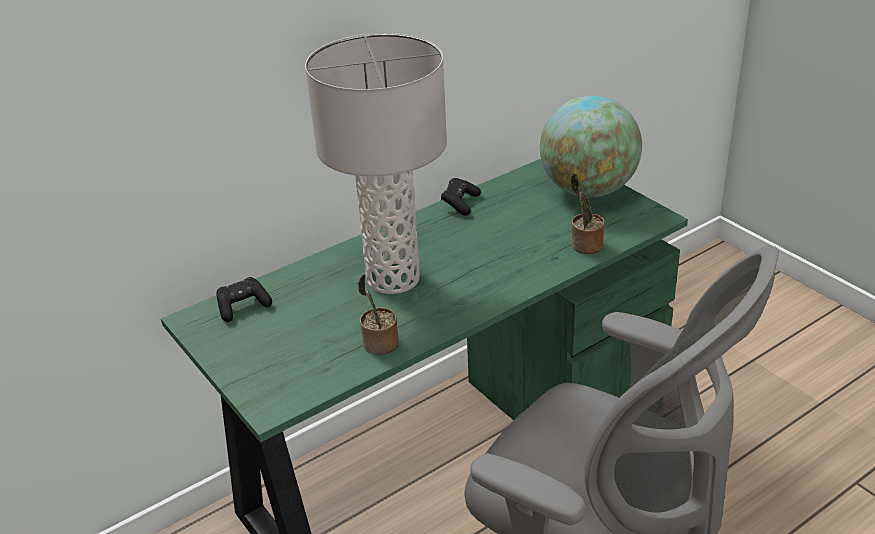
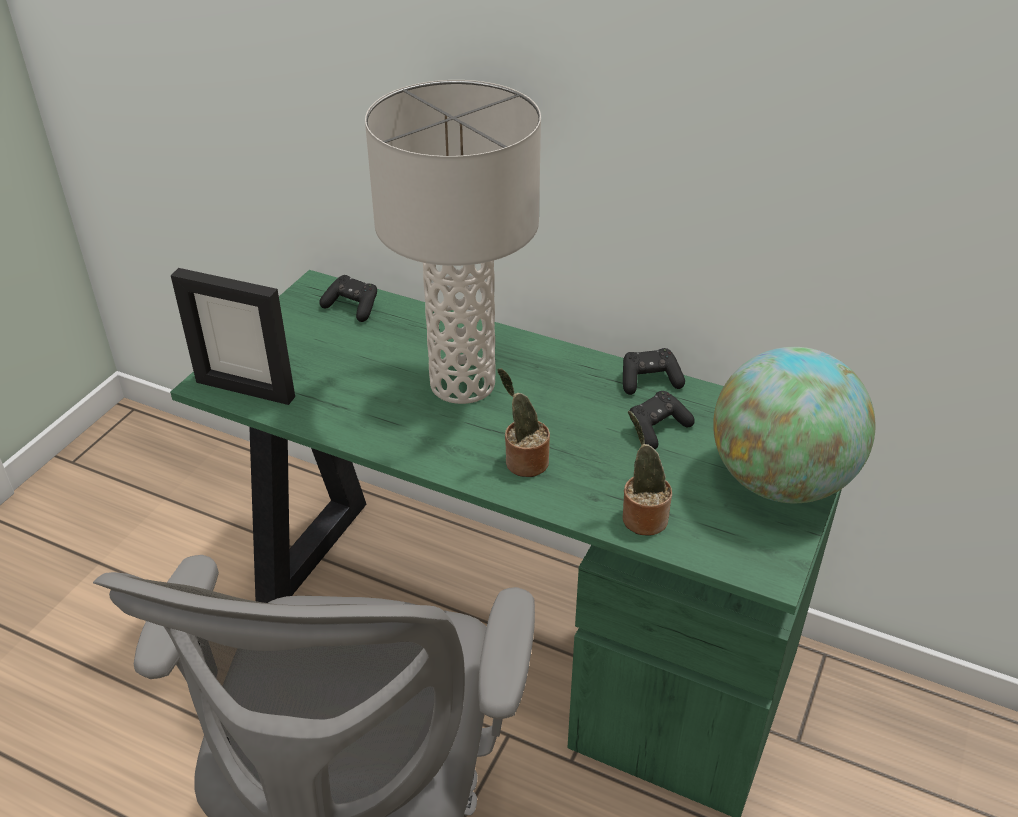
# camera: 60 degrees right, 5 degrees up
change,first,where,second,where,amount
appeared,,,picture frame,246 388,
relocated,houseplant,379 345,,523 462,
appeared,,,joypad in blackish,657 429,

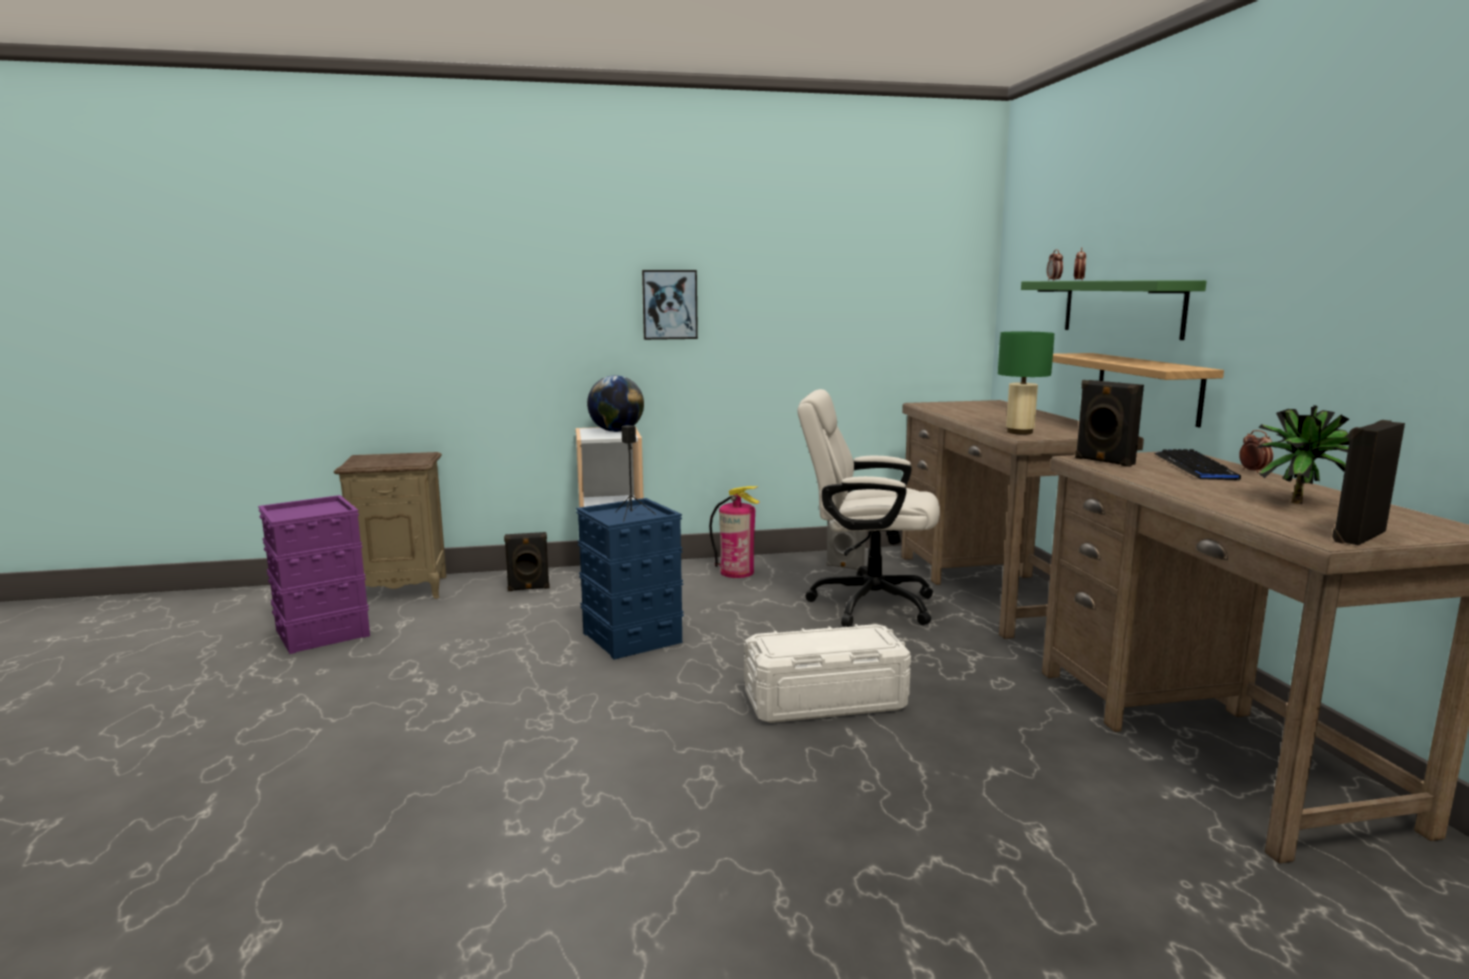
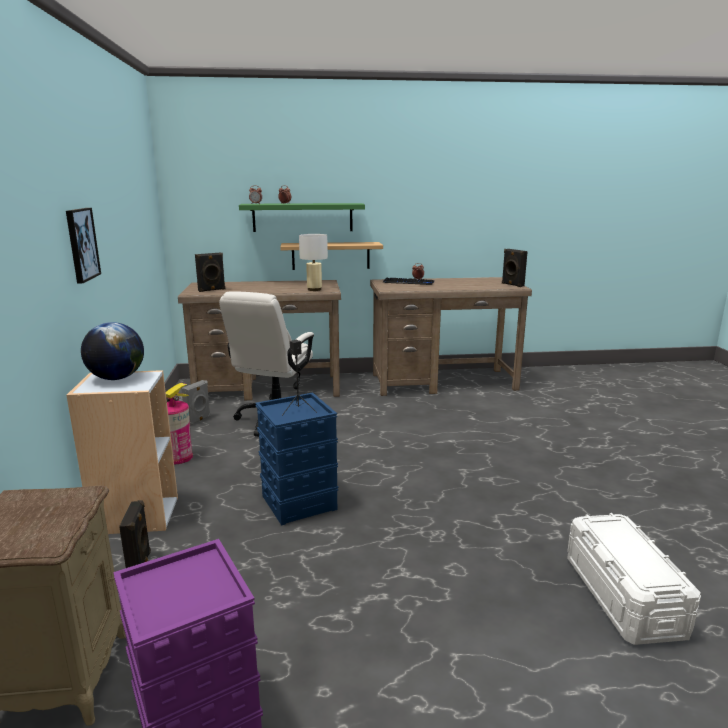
# camera: 85 degrees left, 5 degrees up
change,first,where,second,where,amount
relocated,audio speaker in blackish,1103 461,,212 290,
colour,table lamp in greenish,1019 432,table lamp in white,314 289,
relocated,storage bin in white,824 700,,622 596,
missing,houseplant,1297 502,,,

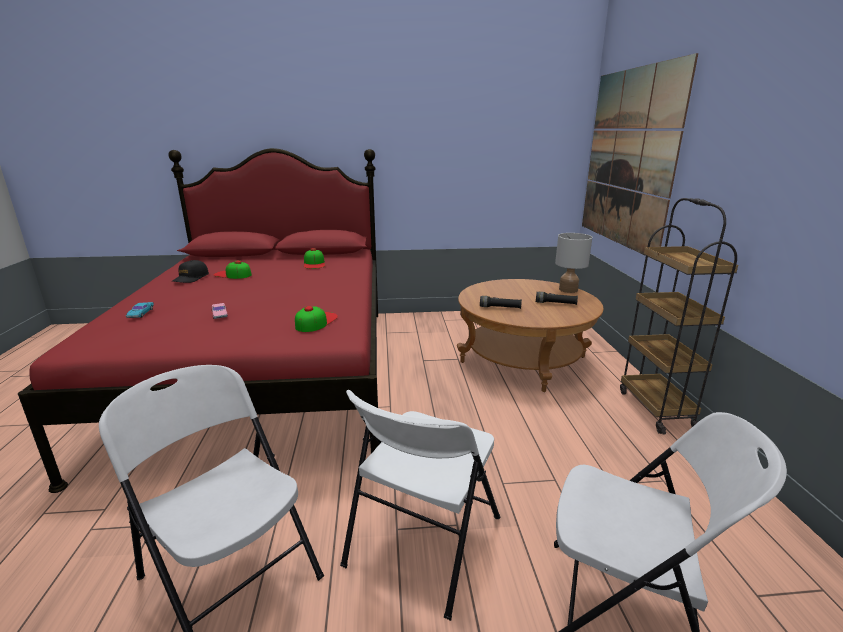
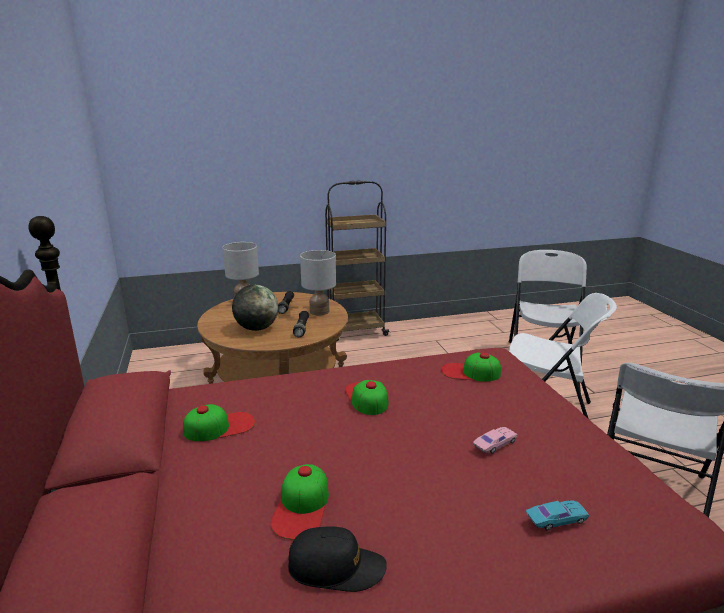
# camera: 100 degrees left, 0 degrees up
change,first,where,second,where,amount
appeared,,,desk globe,256 328,
appeared,,,table lamp in gray,320 311,
appeared,,,cap,366 397,
missing,picture,628 159,,,

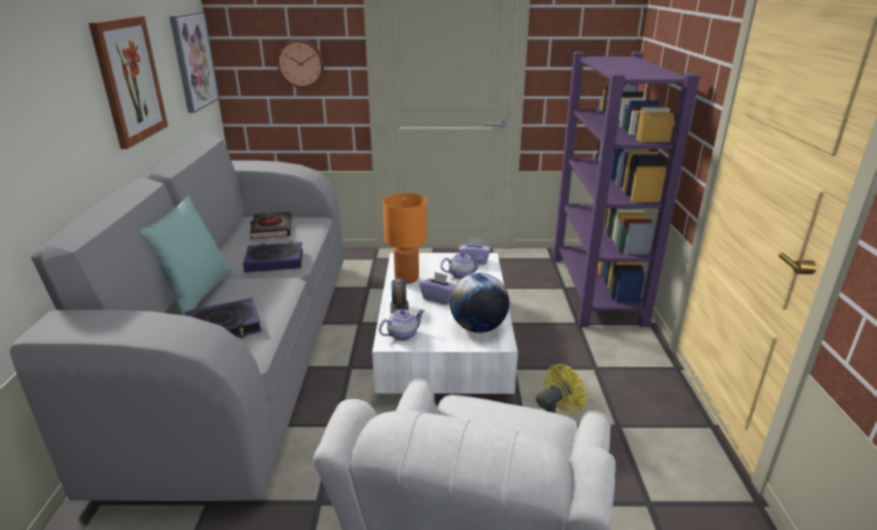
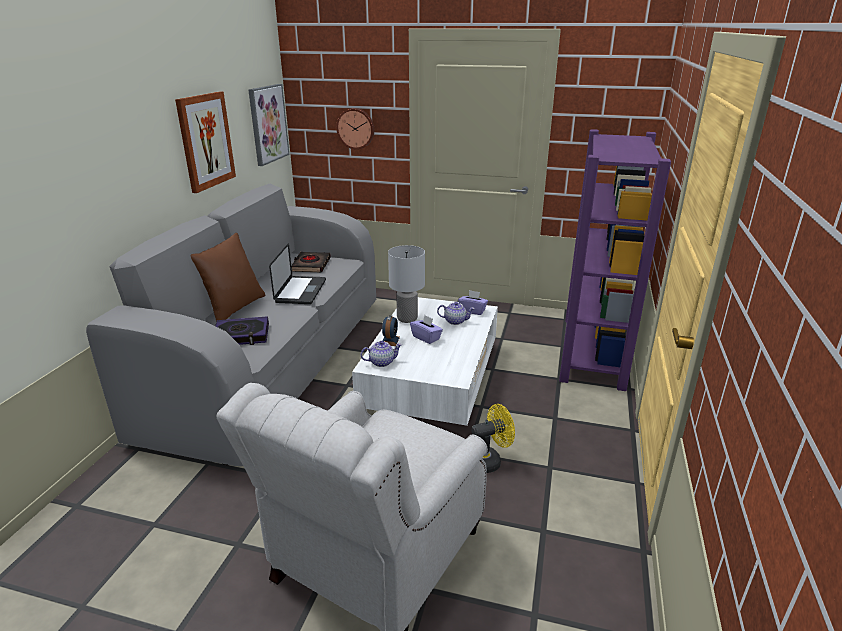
# camera: 15 degrees right, 0 degrees up
change,first,where,second,where,amount
colour,pillow in turquoise,197 293,pillow in brown-coloured,234 308,
exchanged,volume,274 261,portable computer,301 291,
colour,table lamp in orange,407 280,table lamp in gray,407 320,
missing,desk globe,478 327,,,

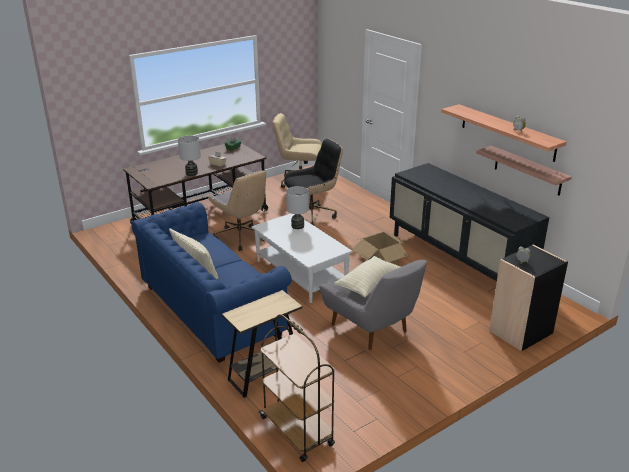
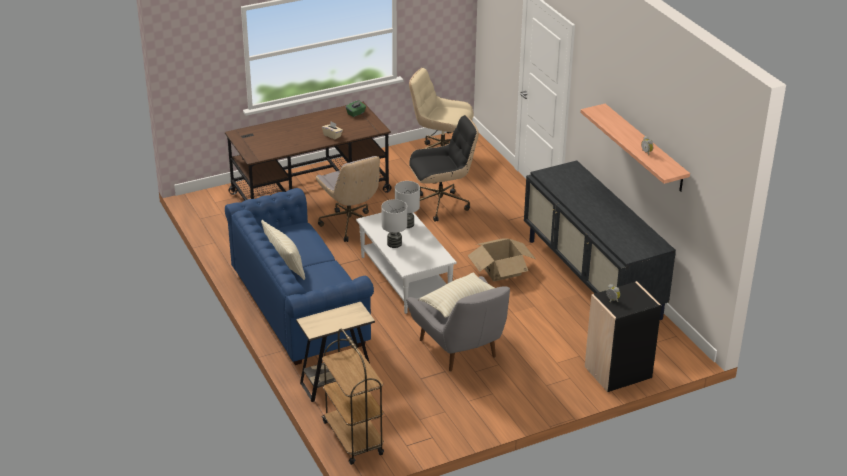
# camera: 10 degrees right, 5 degrees up
change,first,where,second,where,amount
relocated,table lamp in gray,191 173,,394 244,
missing,bracket shelf,527 170,,,

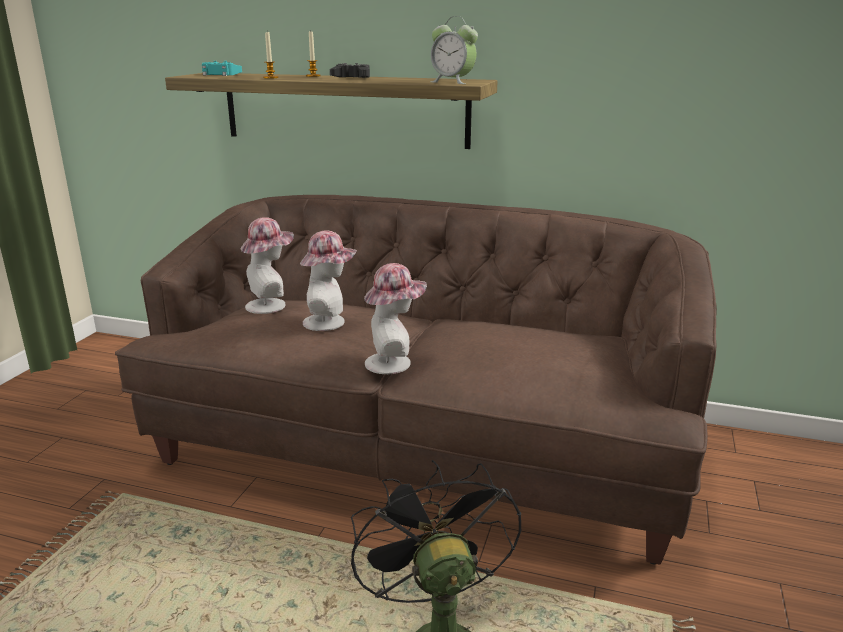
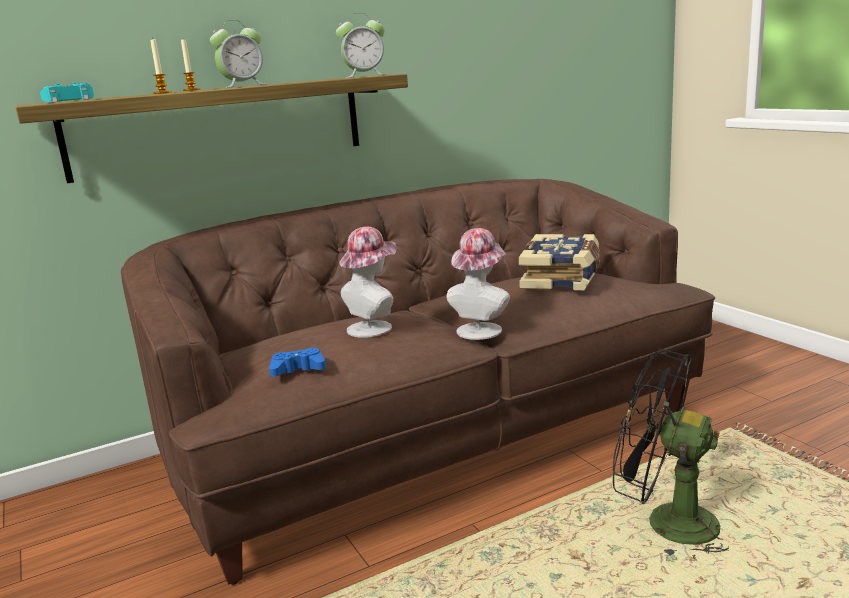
# camera: 45 degrees left, 5 degrees down
change,first,where,second,where,amount
exchanged,joypad in blackish,352 77,table clock,242 86,
appeared,,,joypad in bluish,298 369,
appeared,,,volume,562 278,
missing,wearable hat,271 304,,,

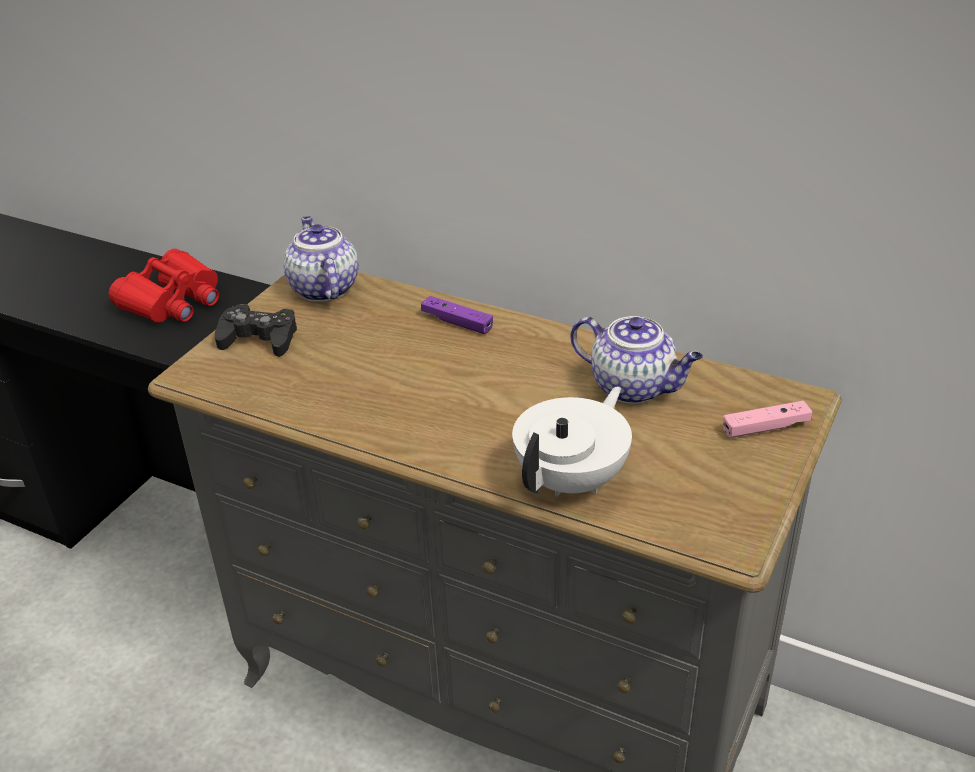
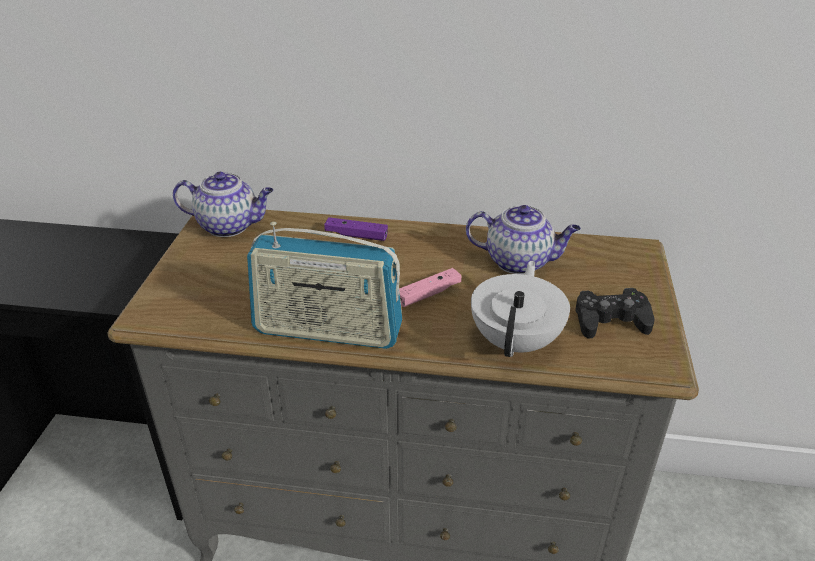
# camera: 20 degrees left, 0 degrees up
change,first,where,second,where,amount
spun,tea pot,323 288,,230 226,135 degrees clockwise
appeared,,,radio,327 330,
relocated,joypad in pink-coloured,765 427,,428 293,
relocated,joypad in blackish,259 339,,610 320,
missing,pair of binoculars in red-coloured,173 301,,,

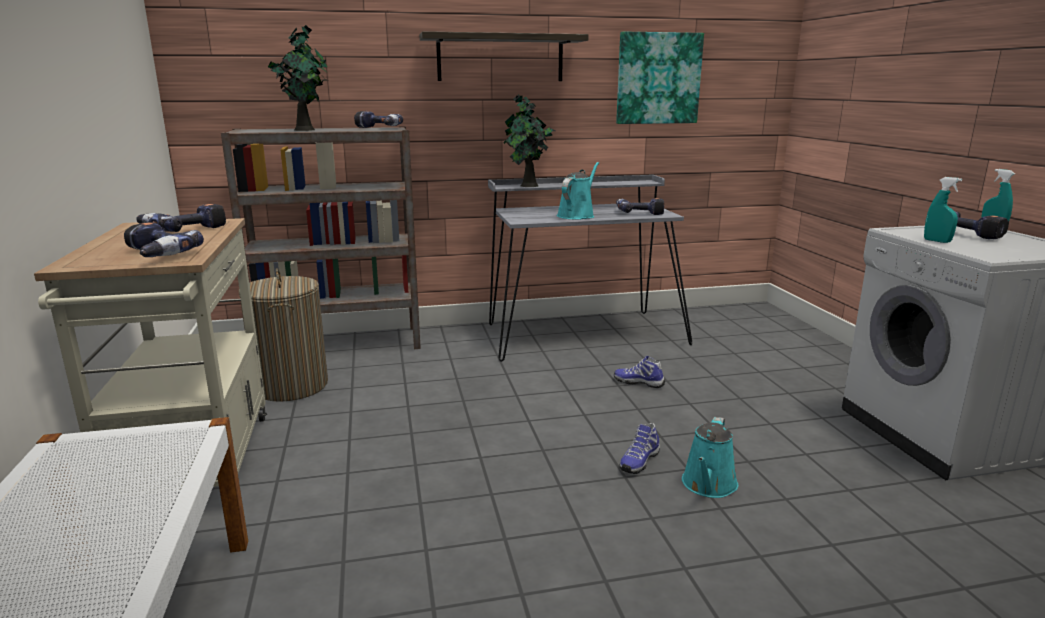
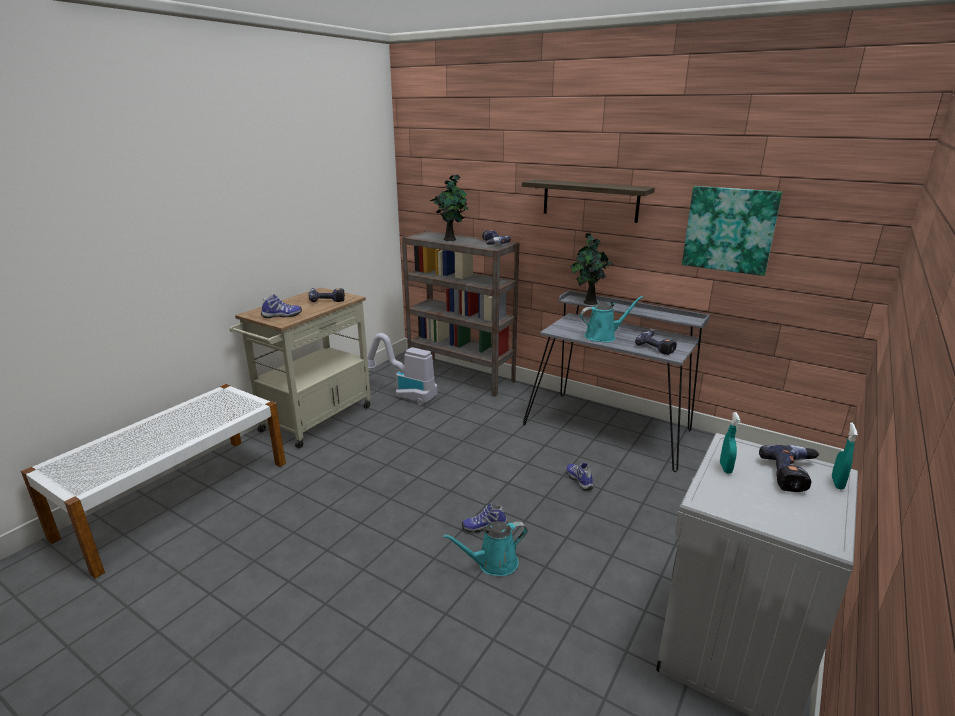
# camera: 45 degrees right, 5 degrees up
change,first,where,second,where,amount
exchanged,electric drill,155 255,low shoe,282 316,
exchanged,washing basket,291 386,vacuum,403 393,

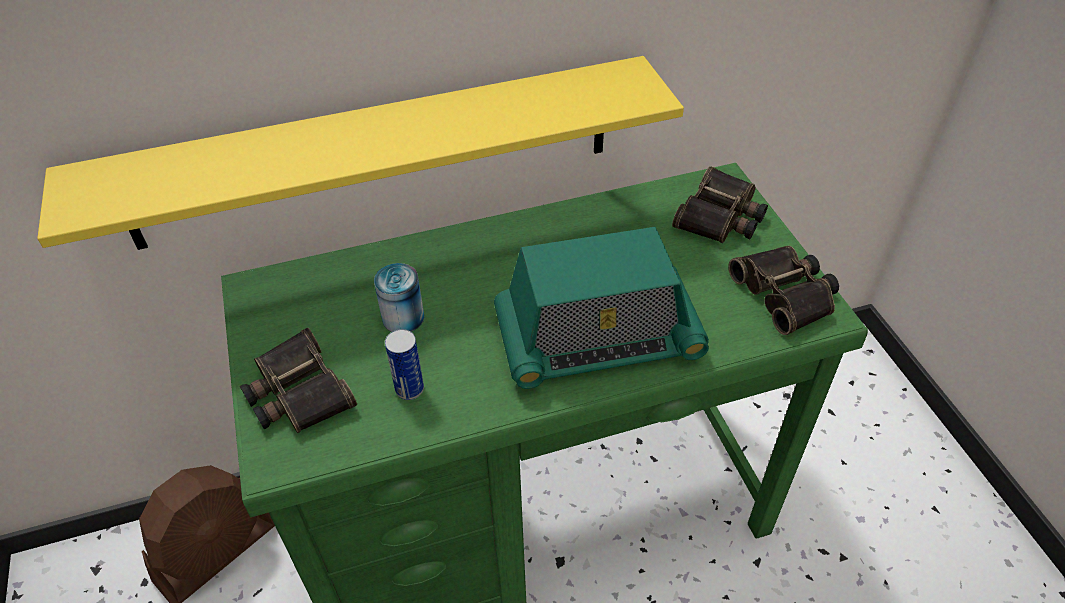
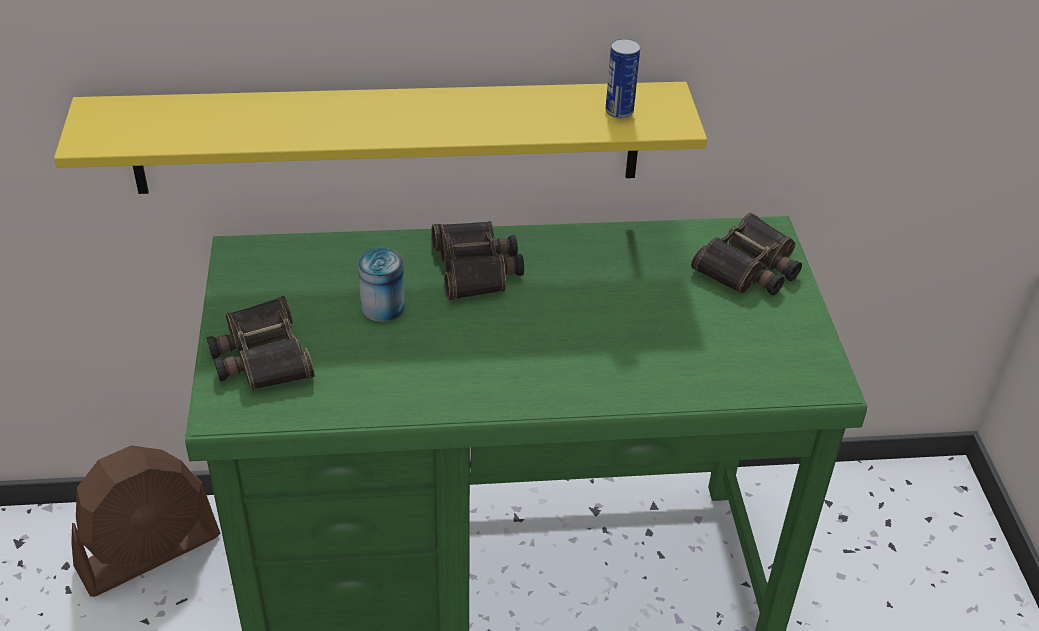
# camera: 10 degrees right, 5 degrees down
change,first,where,second,where,amount
relocated,pair of binoculars,786 294,,477 268,
relocated,metal can,409 389,,619 111,
missing,radio,597 338,,,

